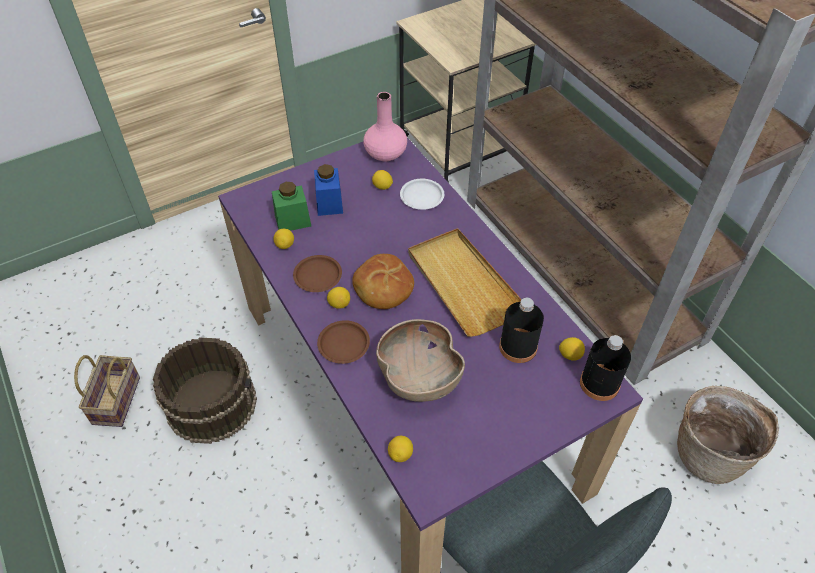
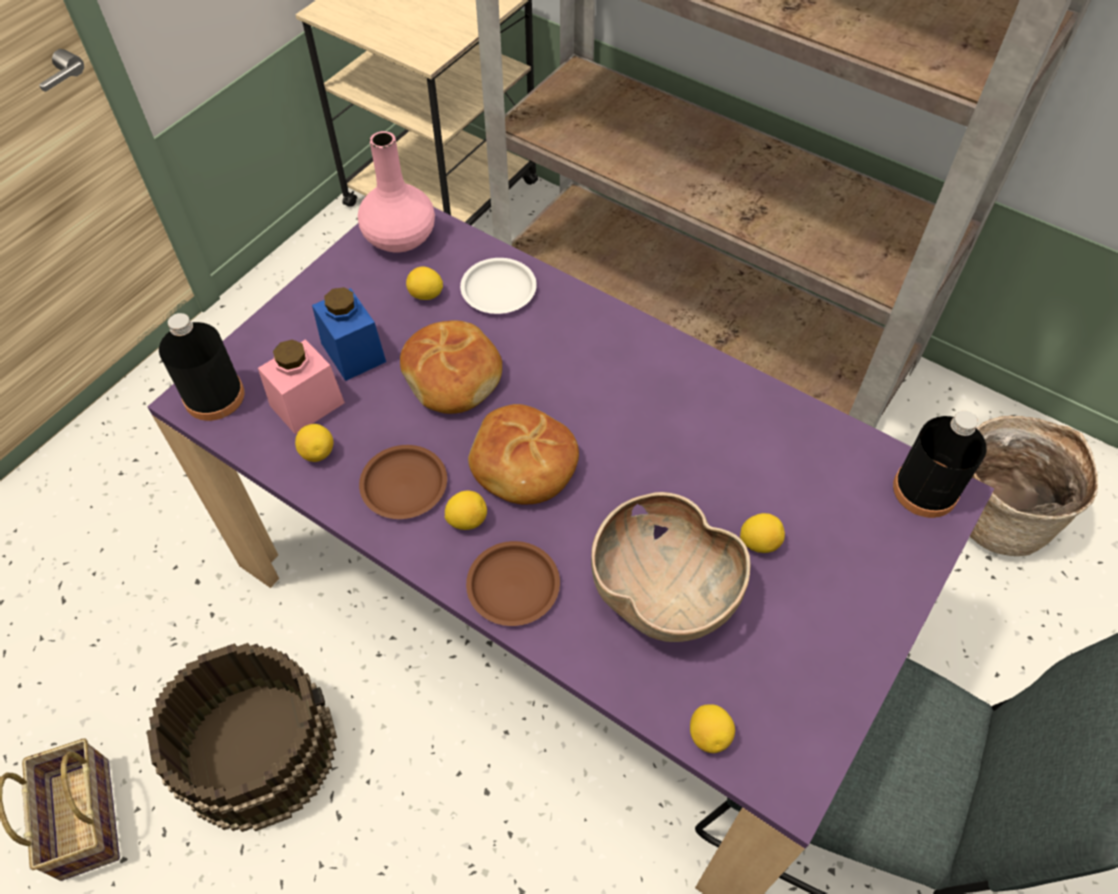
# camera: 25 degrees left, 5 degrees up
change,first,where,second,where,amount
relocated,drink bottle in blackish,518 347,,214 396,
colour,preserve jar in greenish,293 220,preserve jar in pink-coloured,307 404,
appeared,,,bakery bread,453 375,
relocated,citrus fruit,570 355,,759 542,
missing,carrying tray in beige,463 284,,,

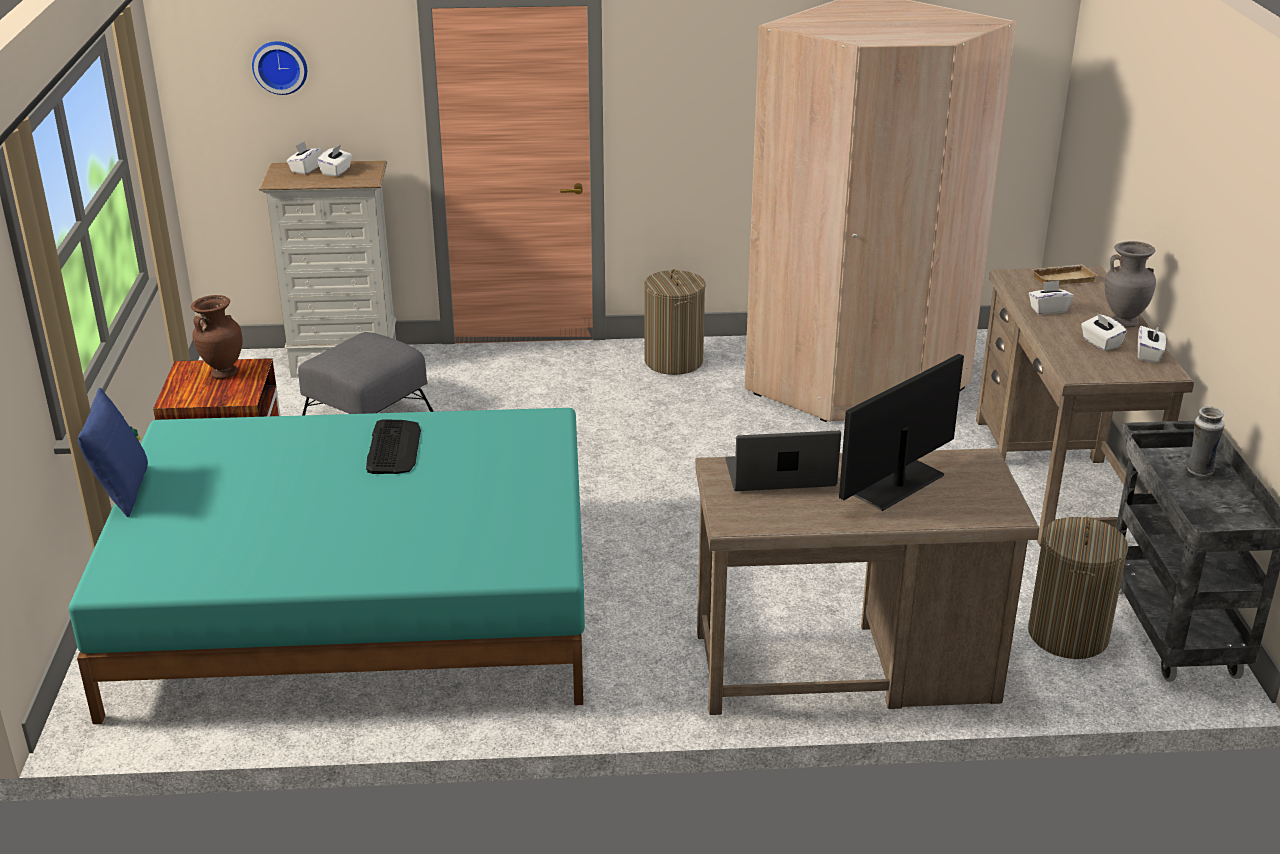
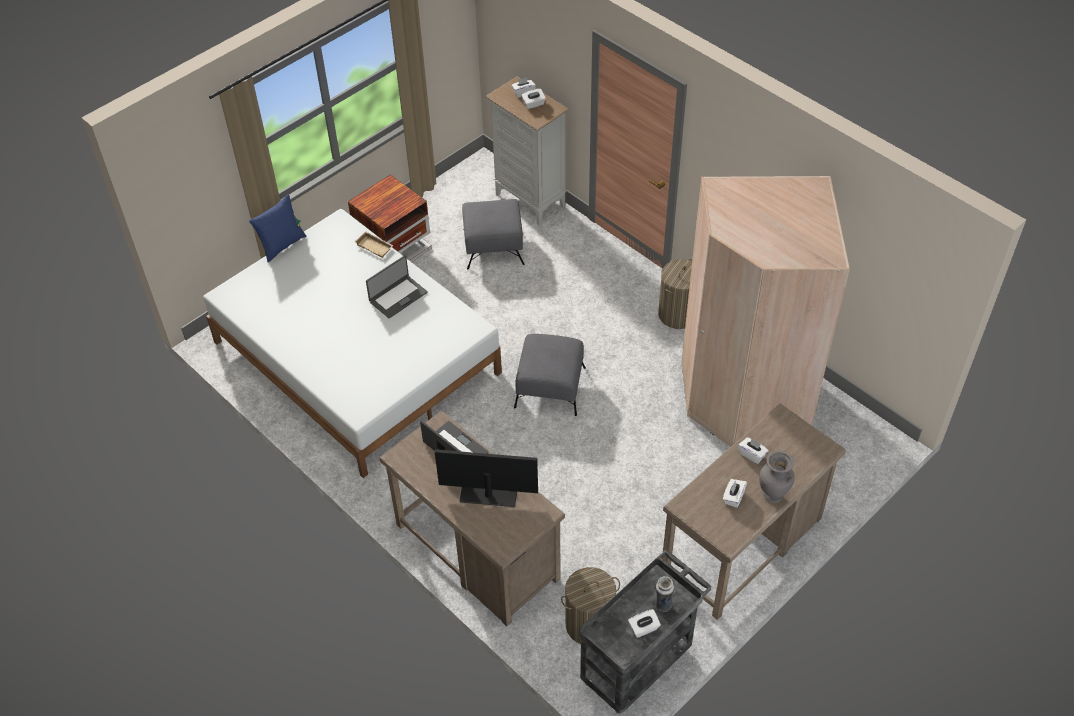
# camera: 50 degrees right, 20 degrees up
change,first,where,second,where,amount
colour,bed in turquoise,358 603,bed in white,356 357,
relocated,carrying tray in beige,1062 278,,375 246,
exchanged,computer keyboard,393 447,portable computer,398 297,
appeared,,,pouffe in gray,549 388,
relocated,box of tissues in white,1149 354,,644 628,
missing,flower vase in brown-coloured,223 373,,,
missing,clock on the wall,280 66,,,

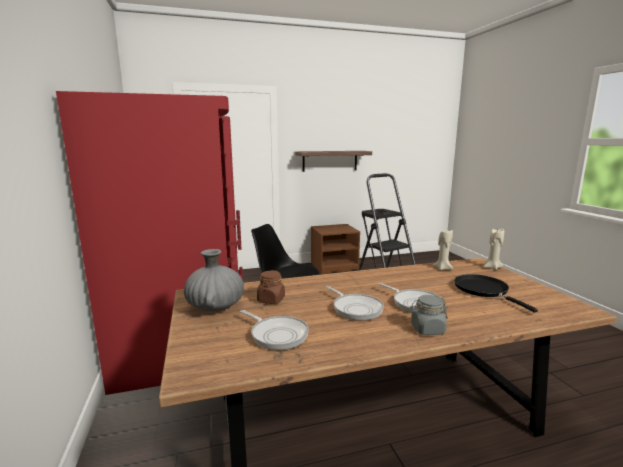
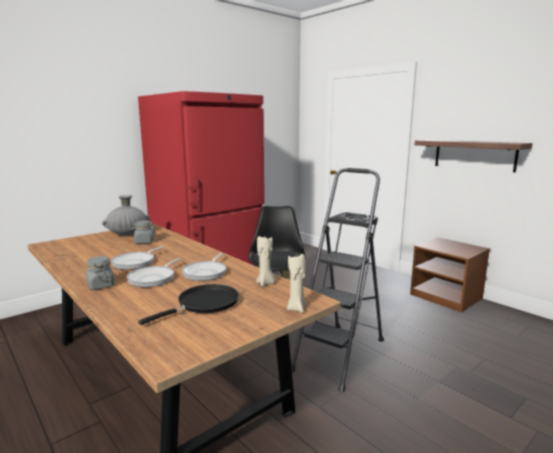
# camera: 65 degrees right, 0 degrees up
change,first,where,second,where,amount
colour,preserve jar in brown-coloured,271 300,preserve jar in gray,144 242,
relocated,frying pan,277 334,,206 272,

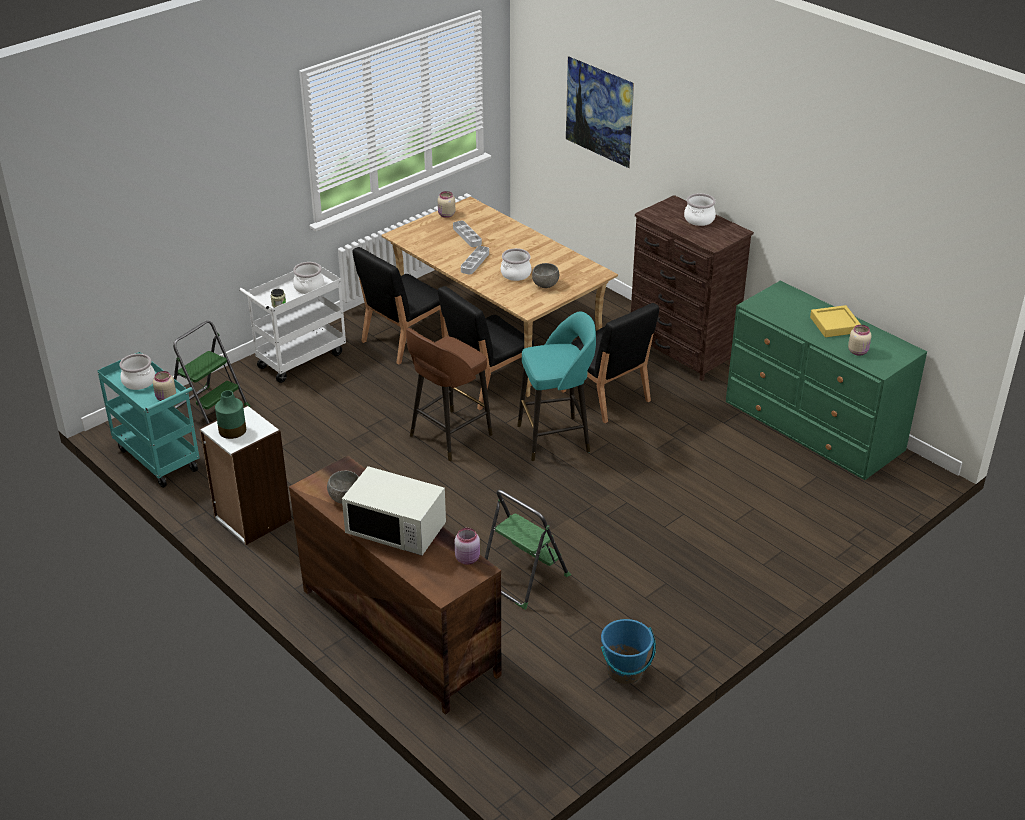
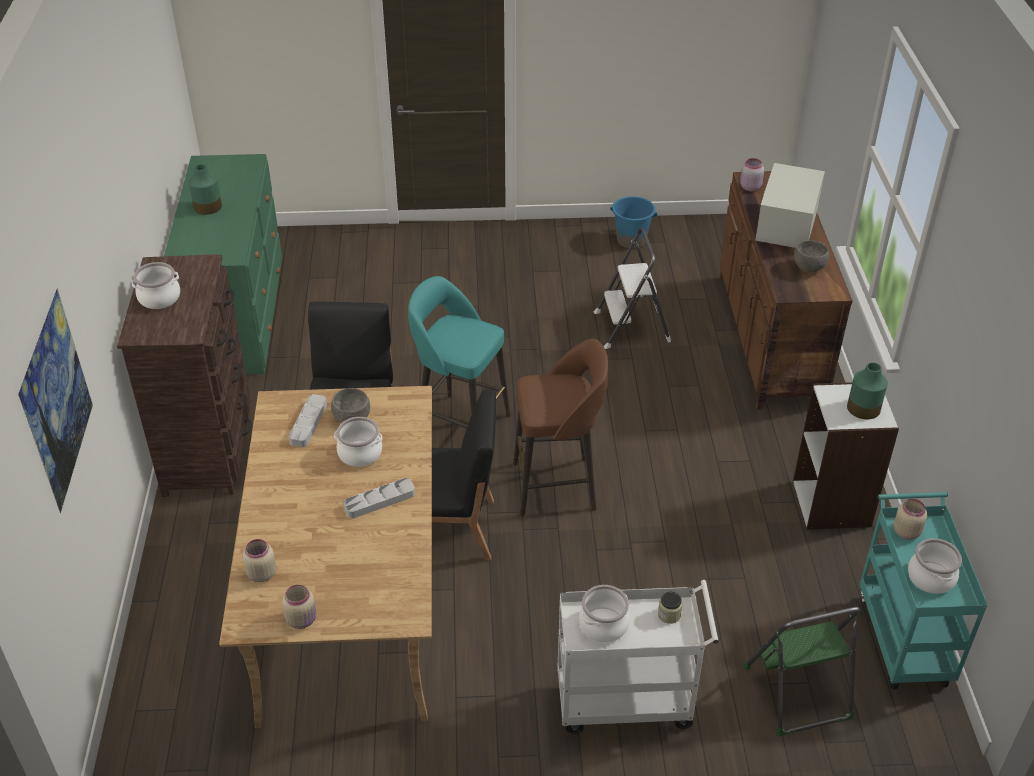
# camera: 140 degrees left, 5 degrees up
change,first,where,second,where,amount
exchanged,carrying tray in yellow-coloured,834 325,flower vase in greenish,208 206,
relocated,preserve jar in beige,858 351,,261 573,
relocated,carrying tray in gray,467 236,,308 423,
colour,stepladder in greenish,521 579,stepladder in white,635 326,
spun,microwave oven in white,396 530,,787 227,135 degrees counterclockwise
missing,plain chair in blackish,403 340,,,

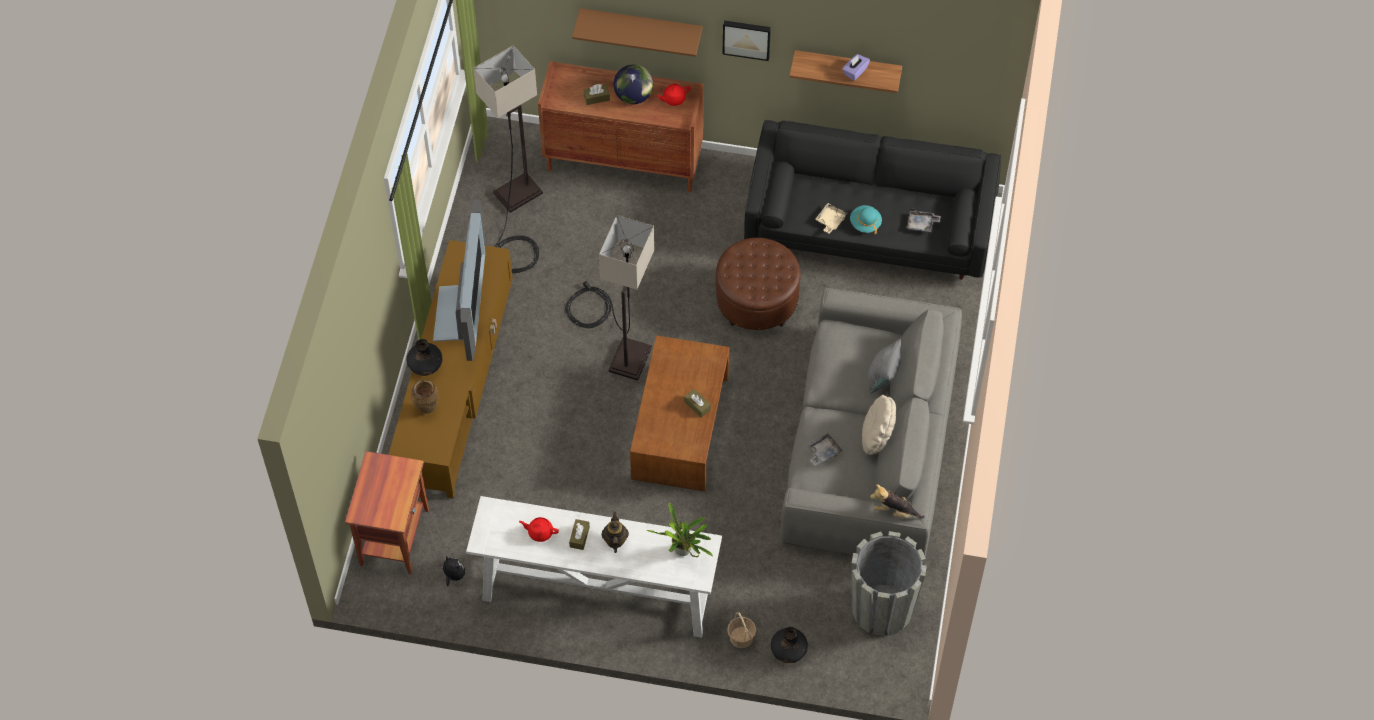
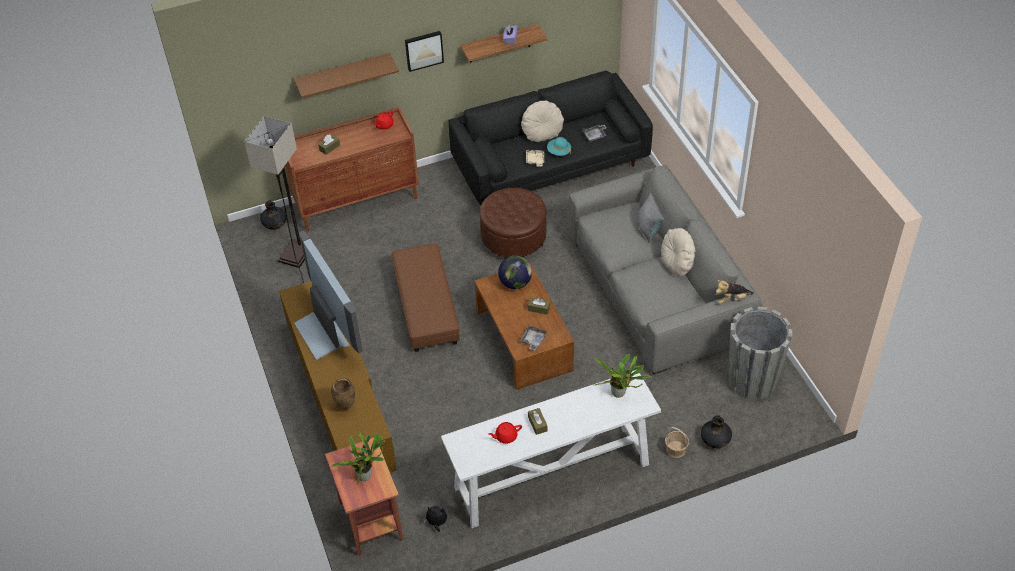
# camera: 30 degrees left, 10 degrees down
change,first,where,second,where,amount
relocated,flower vase in blackish,425 367,,275 225,
appeared,,,houseplant,366 475,
exchanged,standard lamp,608 331,pouffe in brown-coloured,426 306,
relocated,desk globe,634 96,,515 283,
relocated,carrying tray in gray,823 452,,533 340,
appeared,,,pillow in beige,542 135,
missing,tea pot,615 540,,,

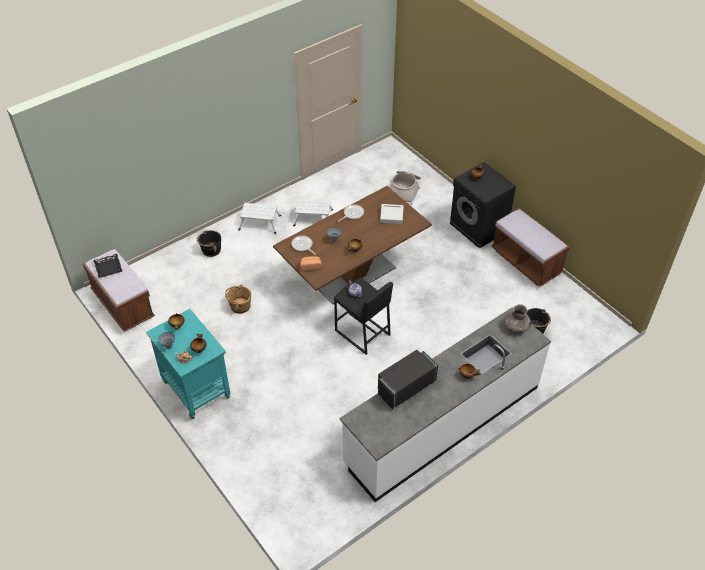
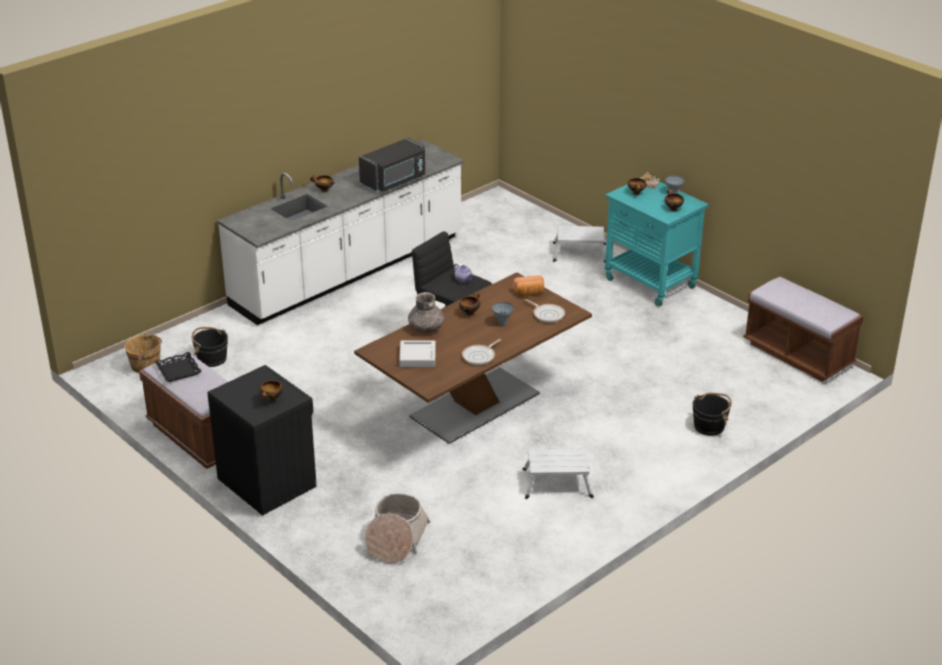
# camera: 175 degrees right, 15 degrees down
change,first,where,second,where,amount
relocated,bucket in brown-coloured,240 306,,146 365,
relocated,carrying tray in blackish,108 268,,179 370,
relocated,flower vase in gray,515 327,,426 328,
relocated,stepladder in white,259 222,,580 252,

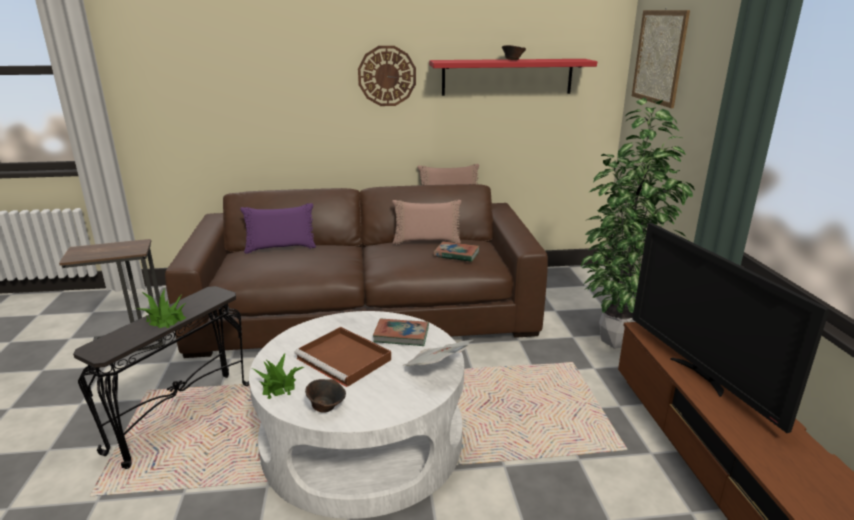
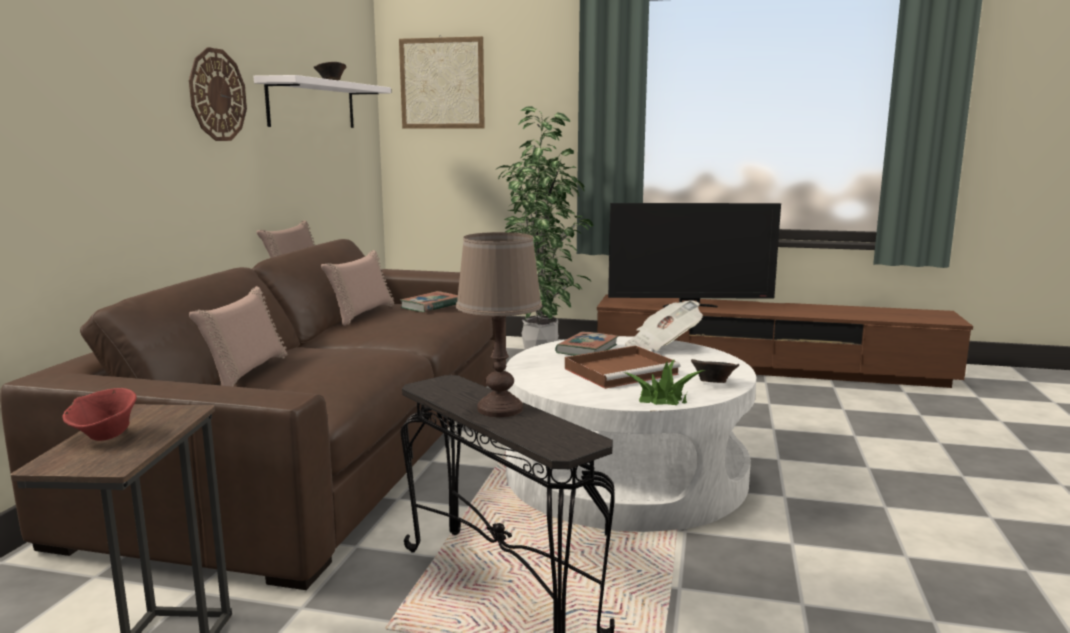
# camera: 70 degrees left, 10 degrees down
change,first,where,second,where,amount
appeared,,,serving bowl in red-coloured,105 436,
colour,pillow in purple,280 248,pillow in beige,246 373,
colour,bracket shelf in red-coloured,507 77,bracket shelf in white,312 105,
exchanged,houseplant,165 319,table lamp in brown-coloured,499 409,

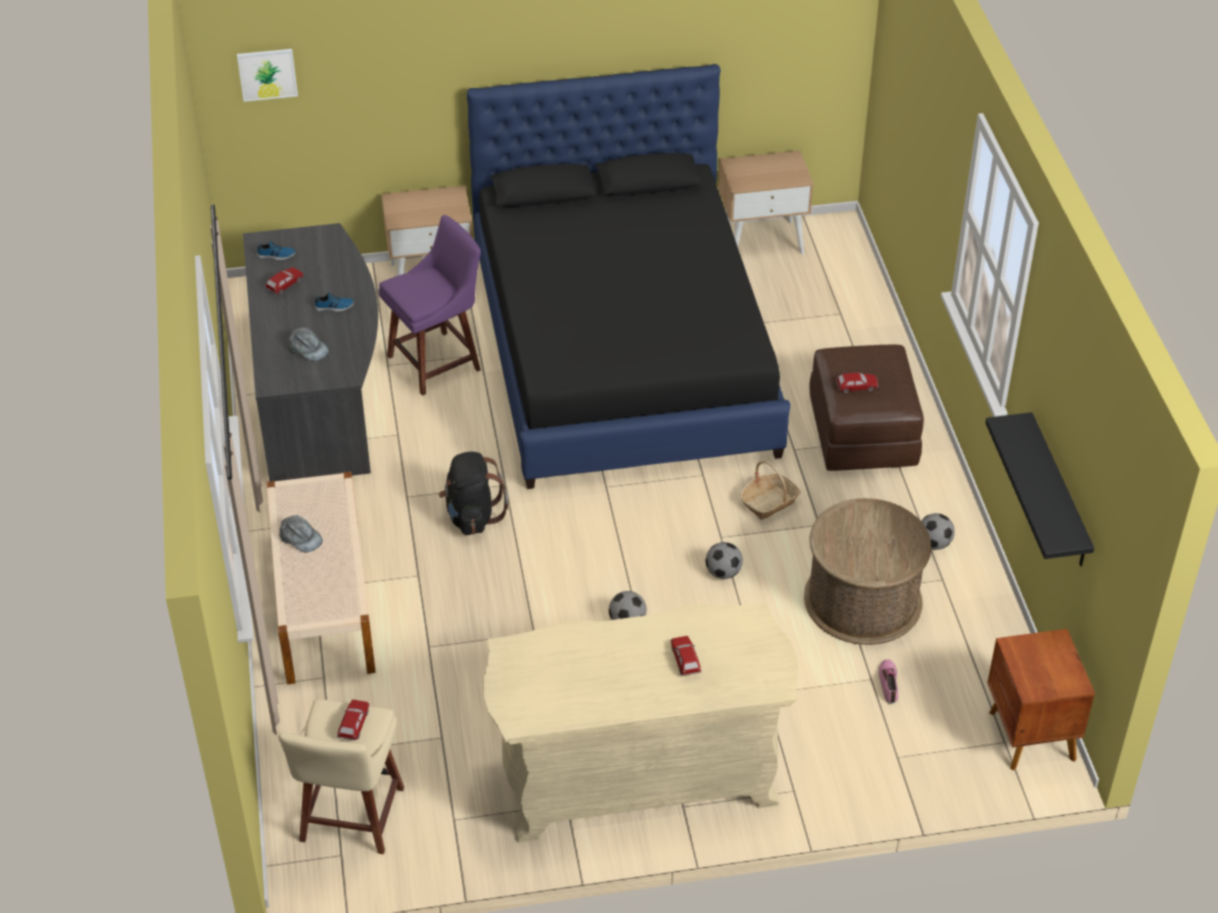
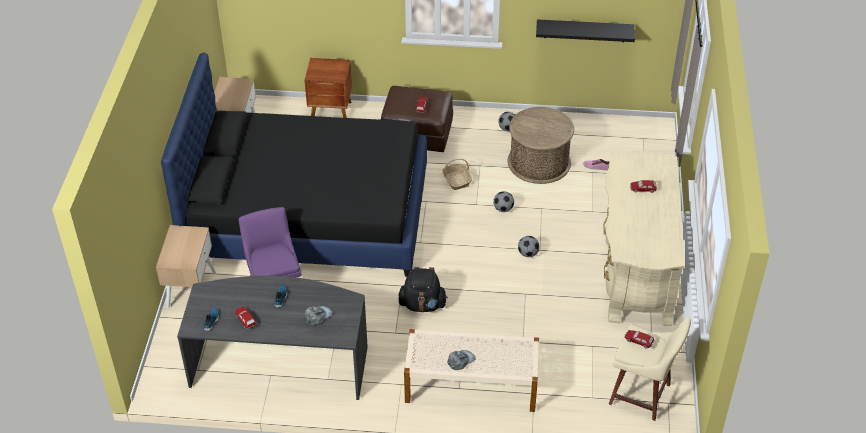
# camera: 75 degrees left, 0 degrees up
change,first,where,second,where,amount
relocated,nightstand in brown-coloured,1030 737,,331 111,
missing,picture,267 74,,,

